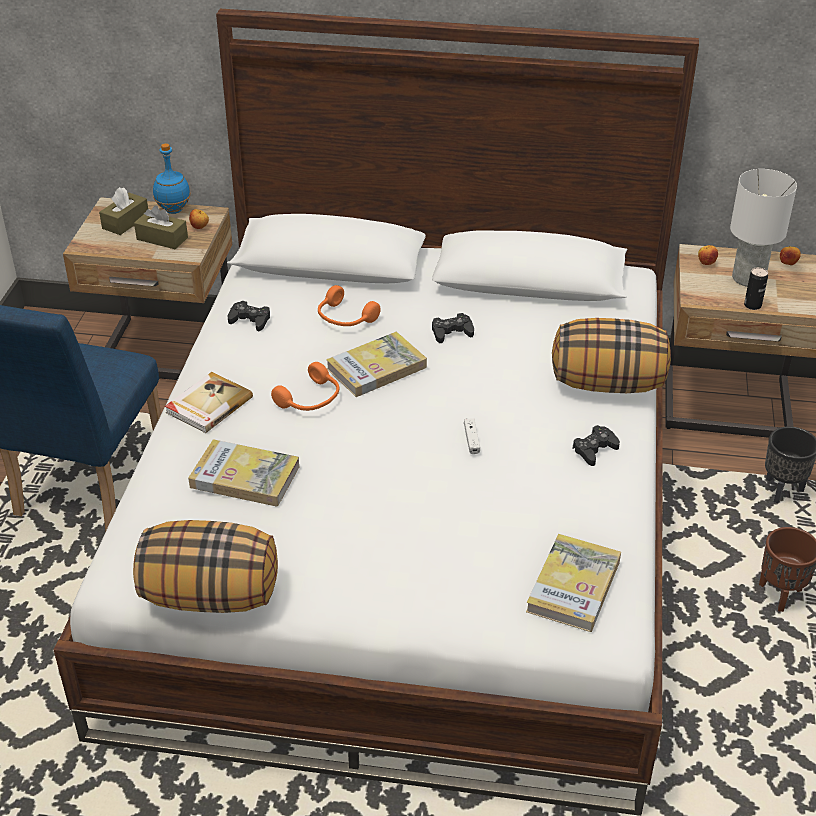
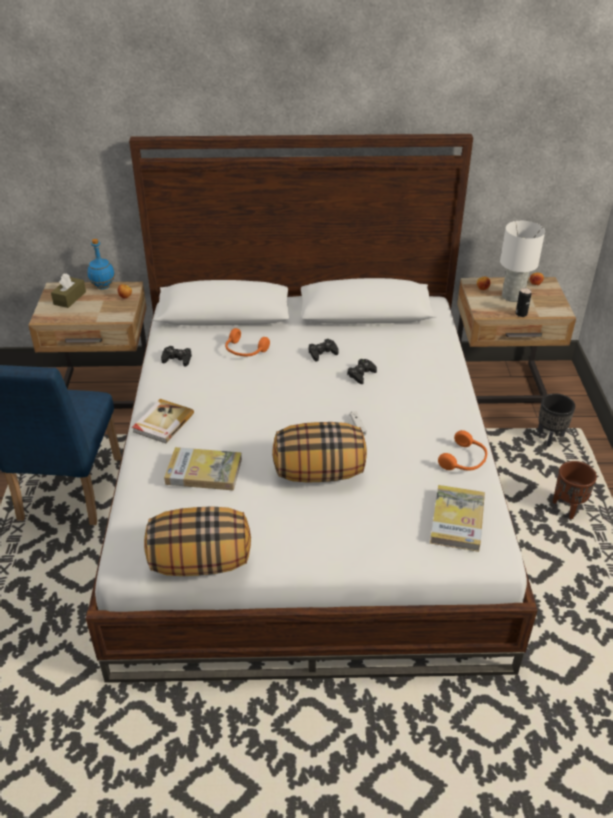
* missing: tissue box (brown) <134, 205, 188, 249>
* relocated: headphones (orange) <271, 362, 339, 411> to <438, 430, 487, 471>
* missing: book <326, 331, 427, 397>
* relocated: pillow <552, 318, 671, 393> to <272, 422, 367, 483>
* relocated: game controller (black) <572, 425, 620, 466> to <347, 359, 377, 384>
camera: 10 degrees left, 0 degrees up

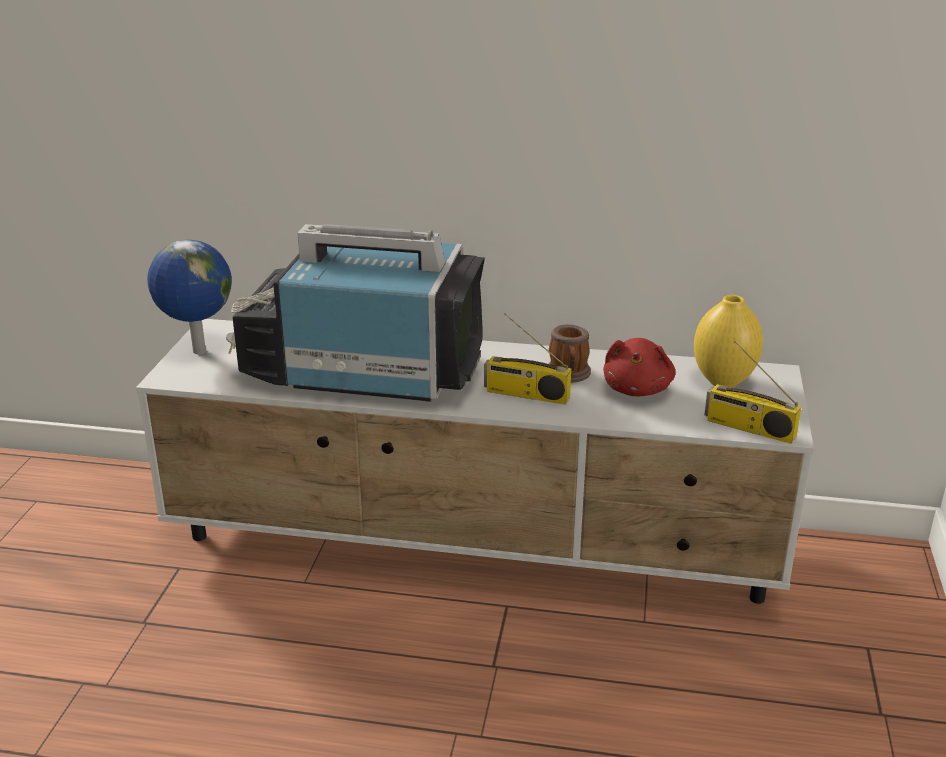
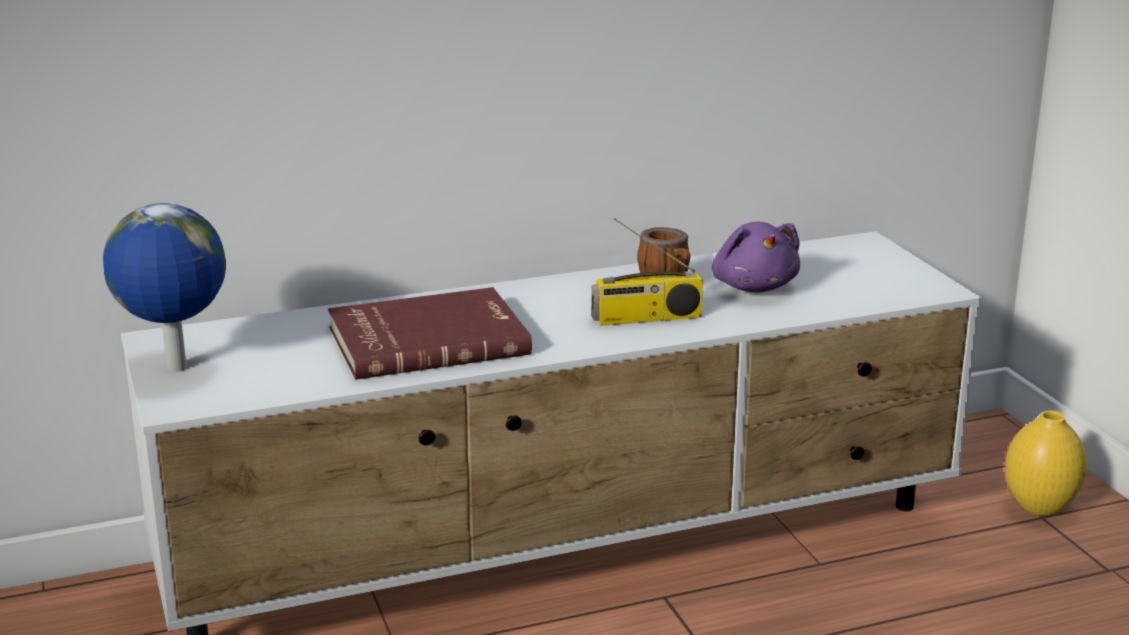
* exchanged: television <226, 224, 485, 402> to book (red) <328, 287, 532, 380>
* colour: plush toy (red) <603, 338, 676, 396> to plush toy (purple) <712, 222, 800, 293>
* relocated: vase (yellow) <694, 295, 763, 388> to <1006, 411, 1087, 516>
* missing: radio <705, 341, 801, 444>
camera: 30 degrees left, 5 degrees down

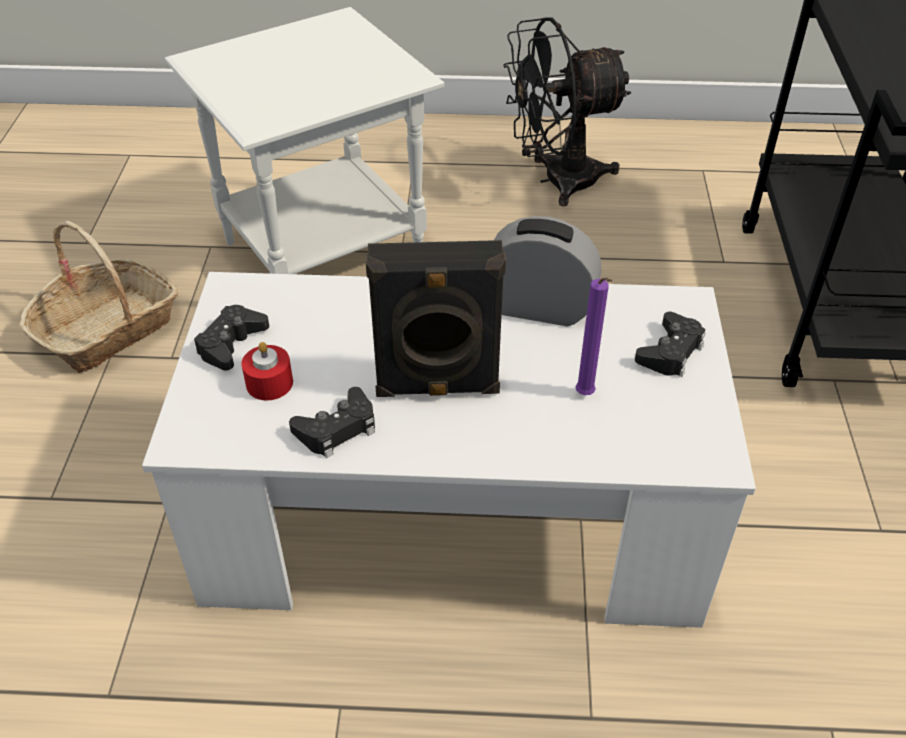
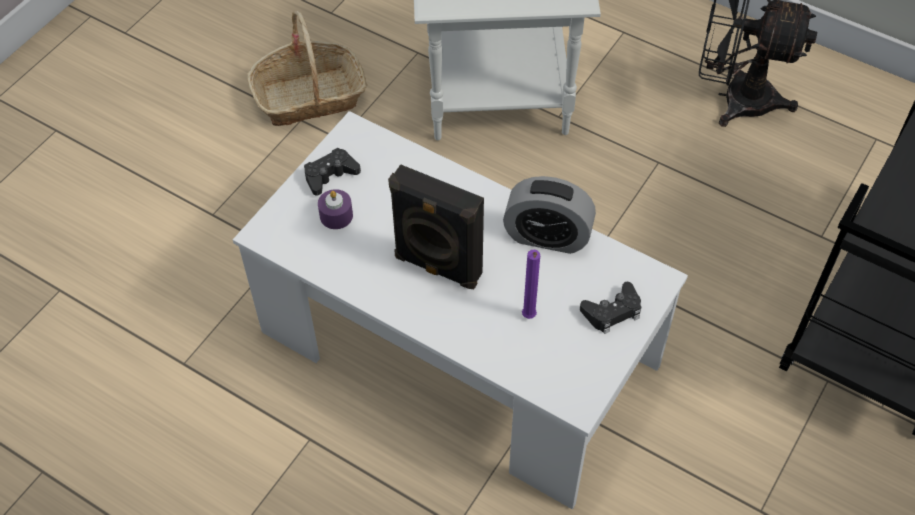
* colour: candle (red) <241, 342, 293, 400> to candle (purple) <318, 189, 353, 229>
* missing: game controller (black) <289, 387, 375, 458>
* spun: alarm clock <494, 216, 601, 326> = <503, 176, 596, 254> 150 degrees clockwise
camera: 30 degrees right, 10 degrees up

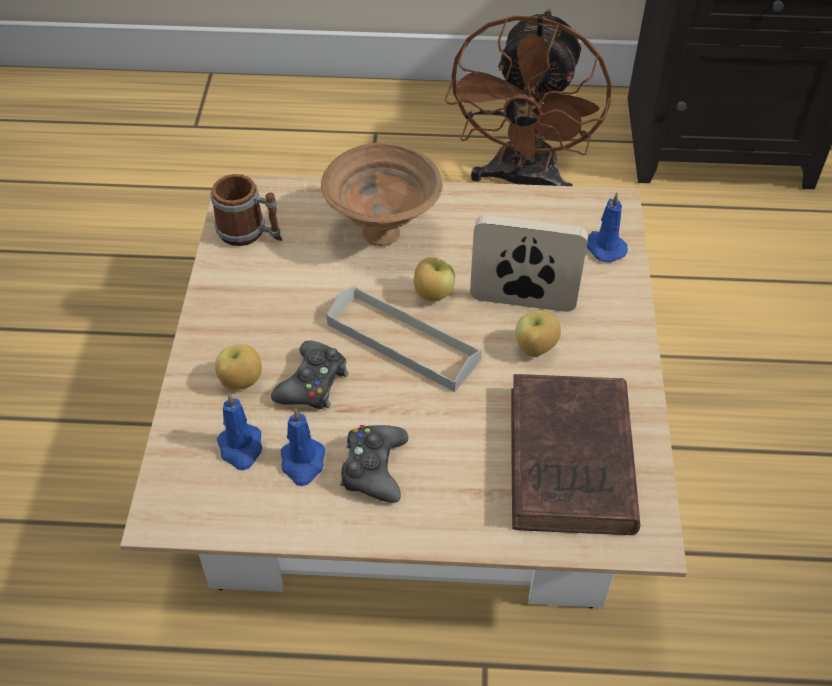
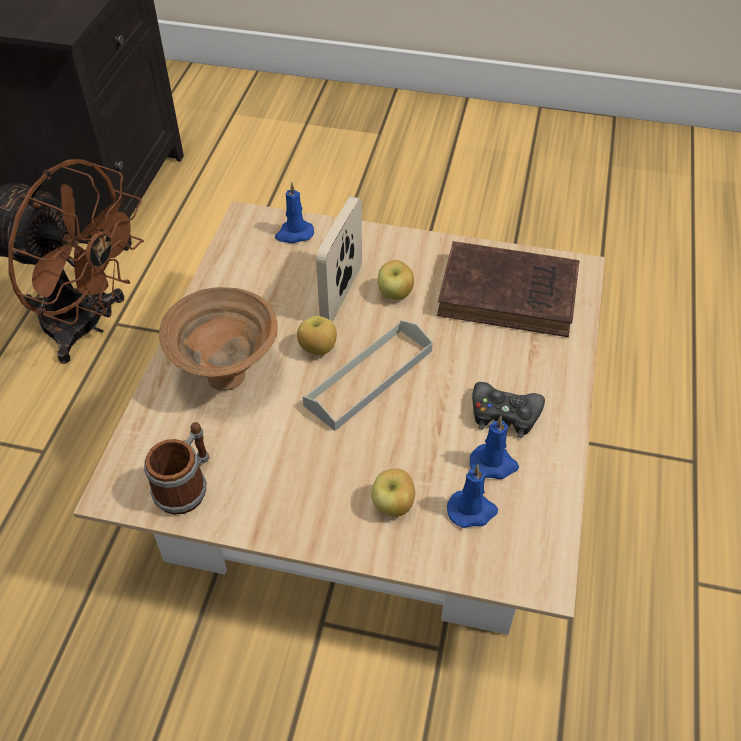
* missing: game controller (black) <271, 340, 349, 409>
camera: 80 degrees left, 0 degrees up

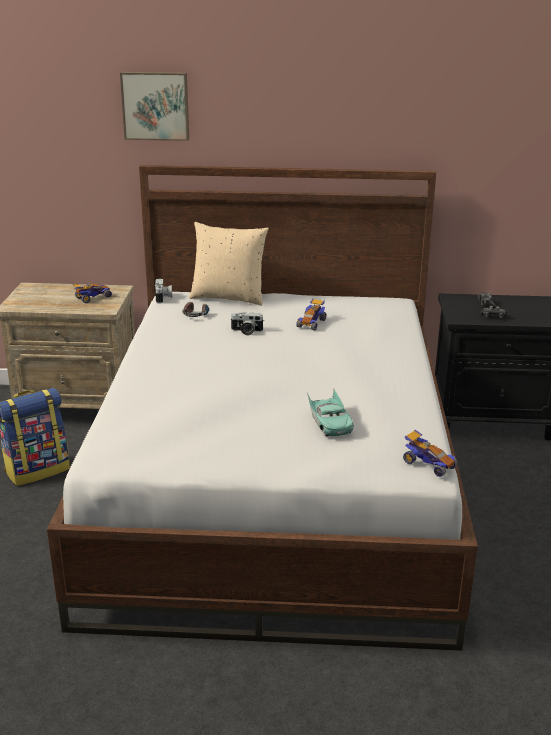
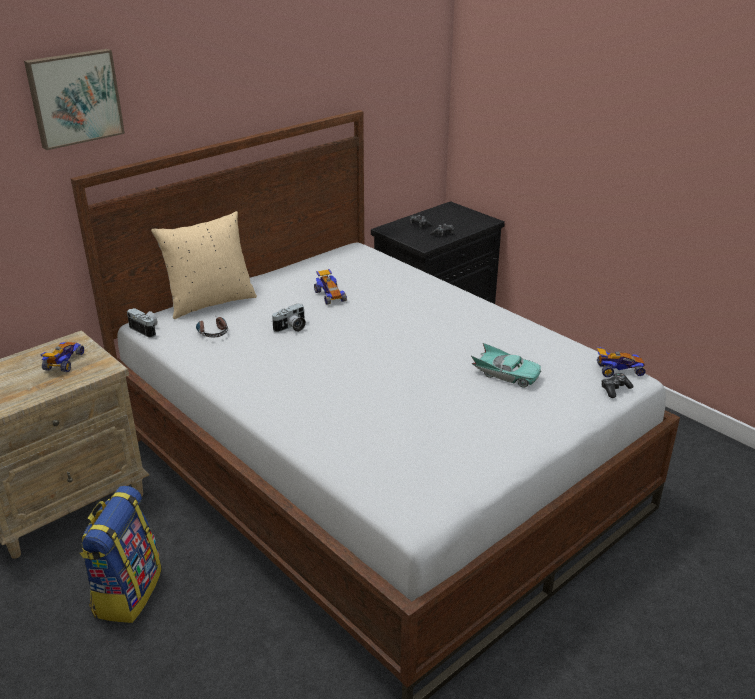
* appeared: game controller <601, 373, 634, 398>
camera: 45 degrees left, 5 degrees up

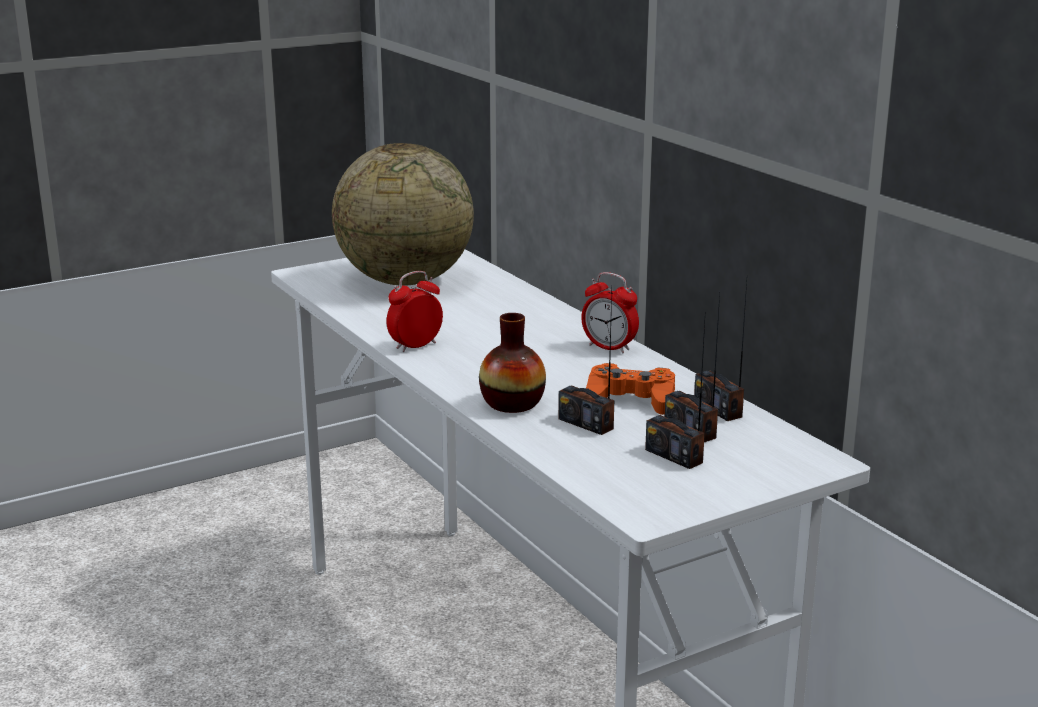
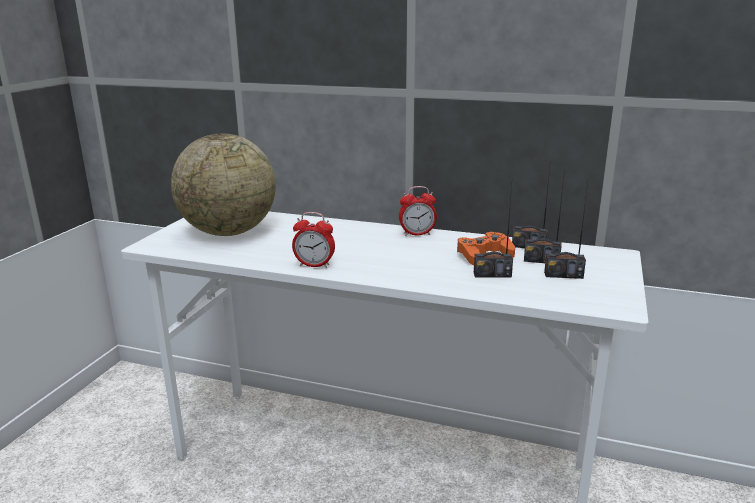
* spun: alarm clock <387, 271, 443, 352> = <292, 212, 335, 268> 90 degrees counterclockwise
* missing: vase <479, 313, 546, 413>
camera: 40 degrees left, 0 degrees up

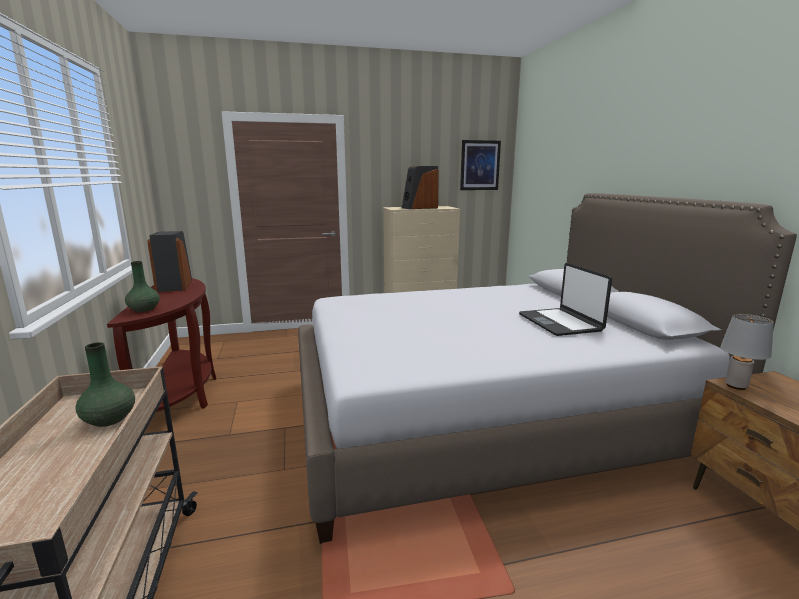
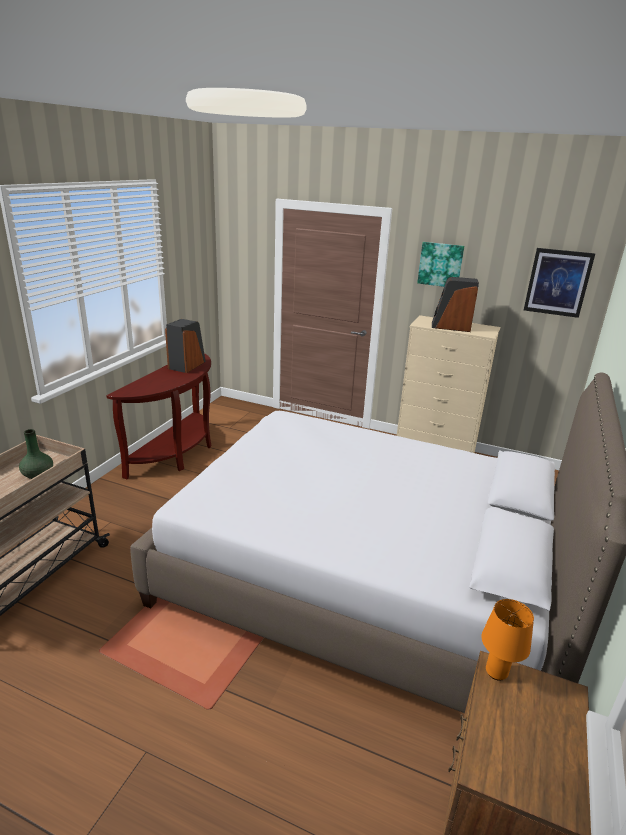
* missing: vase (green) <125, 261, 160, 312>
* missing: laptop <519, 263, 612, 336>
* colour: table lamp (grey) <720, 314, 774, 390> to table lamp (orange) <481, 599, 534, 681>
* appeared: picture <417, 242, 464, 287>
camera: 35 degrees right, 10 degrees up

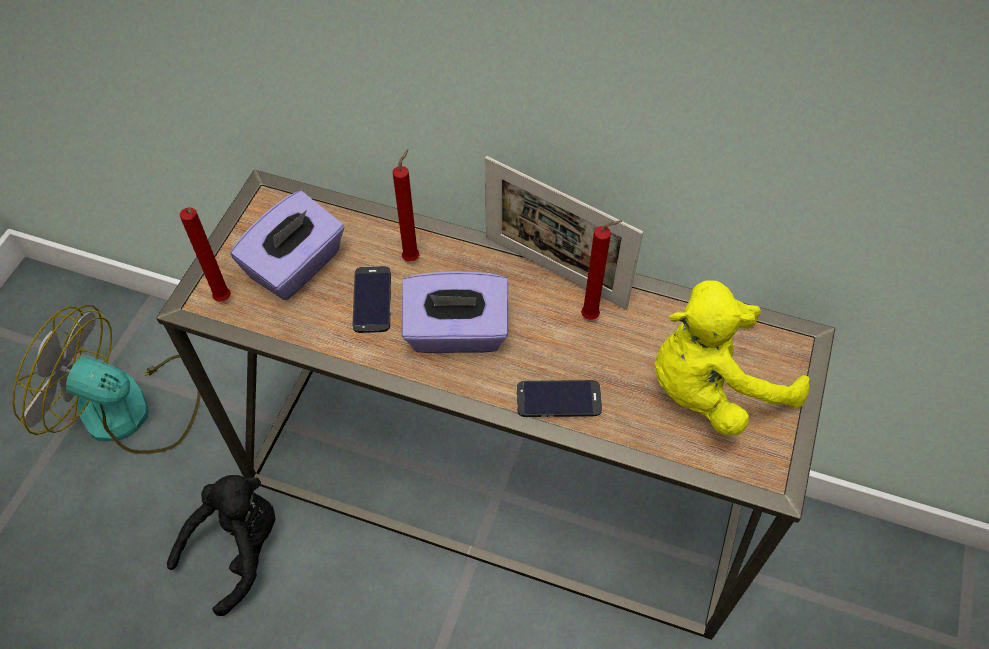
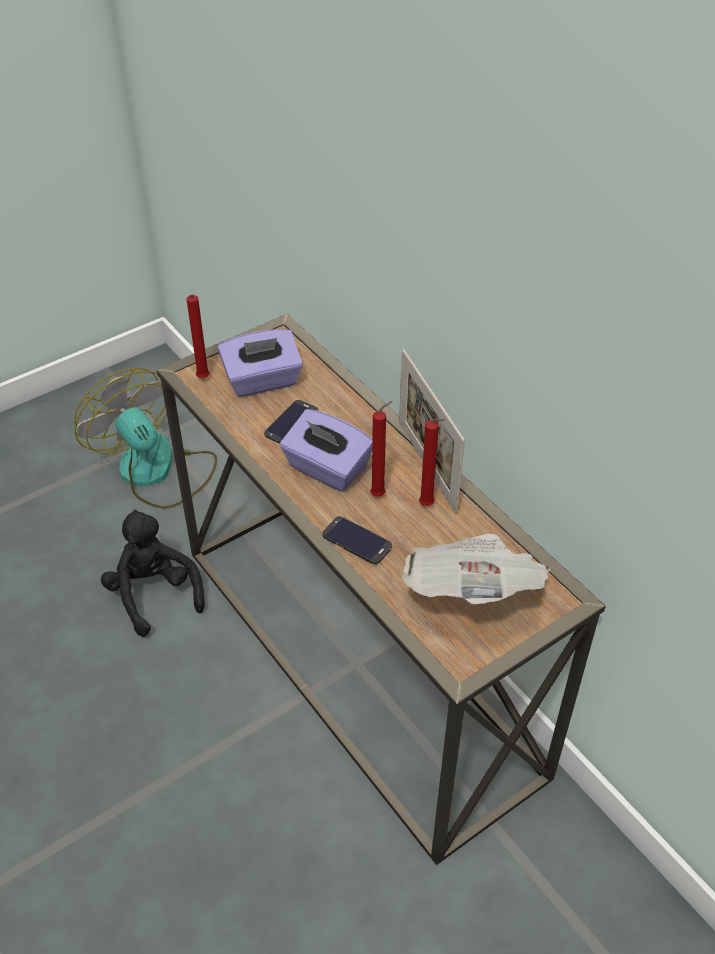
* spun: plush toy (black) <167, 475, 276, 616> = <101, 510, 205, 637> 105 degrees counterclockwise
* relocated: candle (red) <393, 149, 419, 262> to <370, 401, 392, 497>
* exchanged: plush toy (yellow) <655, 280, 810, 436> to newspaper <401, 534, 550, 604>
camera: 35 degrees right, 10 degrees down

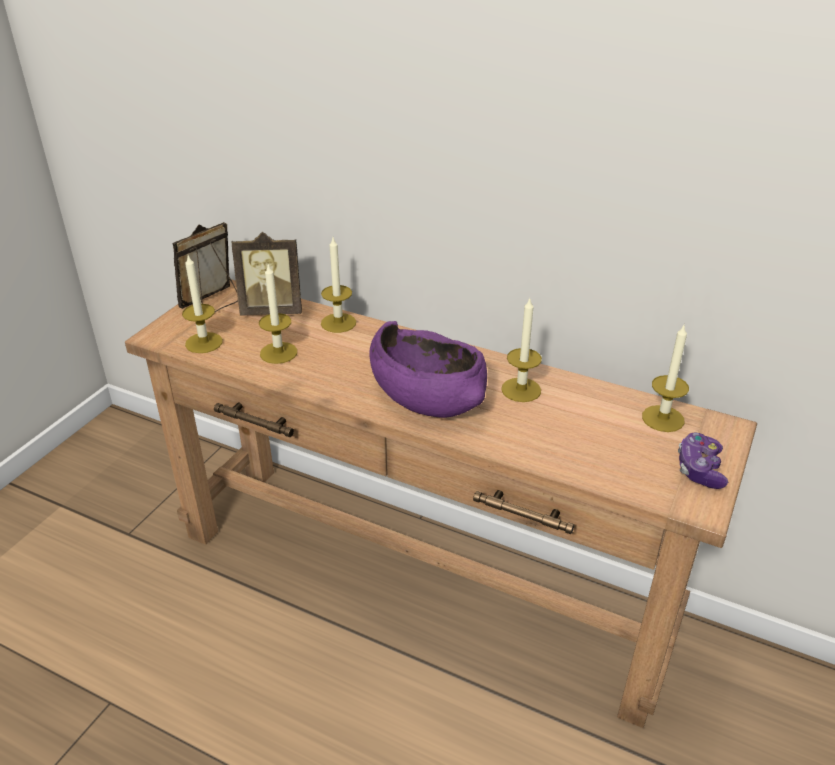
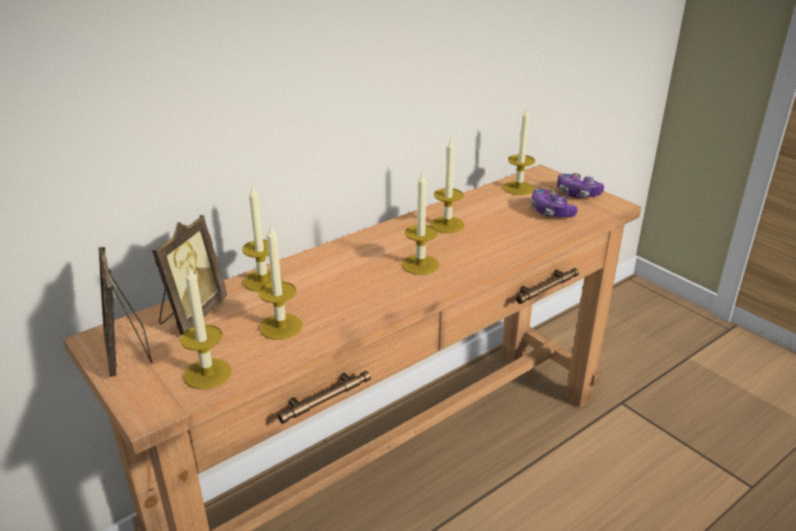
* exchanged: bowl (purple) <370, 321, 487, 418> to candle <402, 171, 440, 275>
* appeared: game controller <531, 189, 578, 218>
camera: 65 degrees left, 5 degrees down

